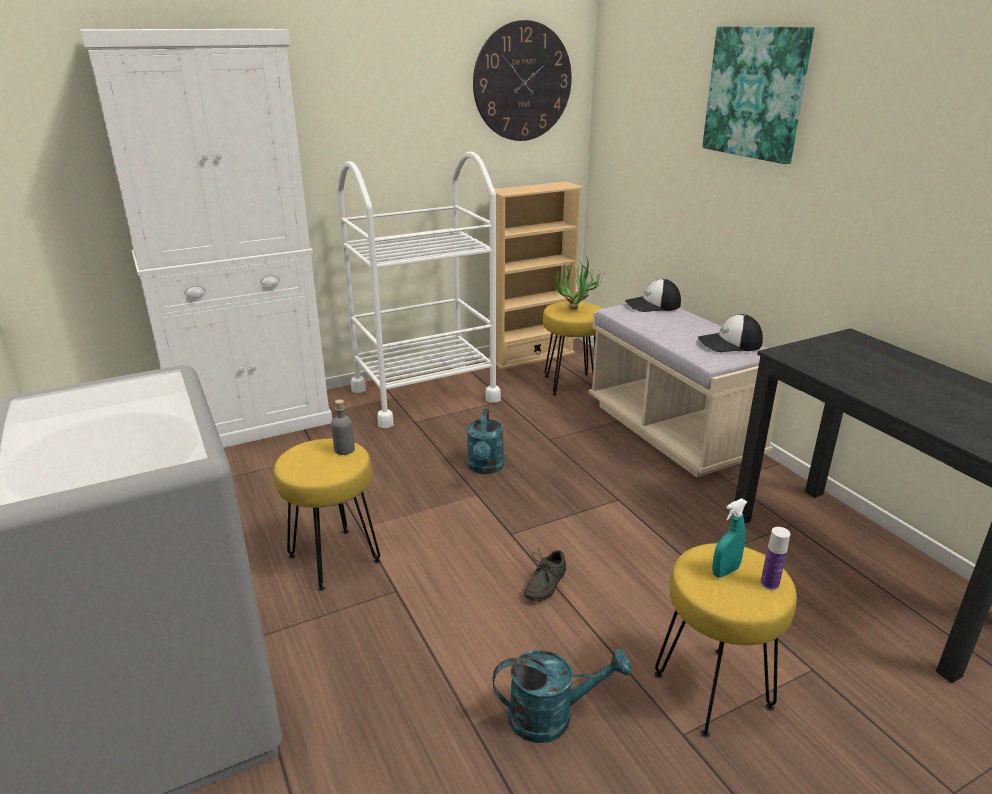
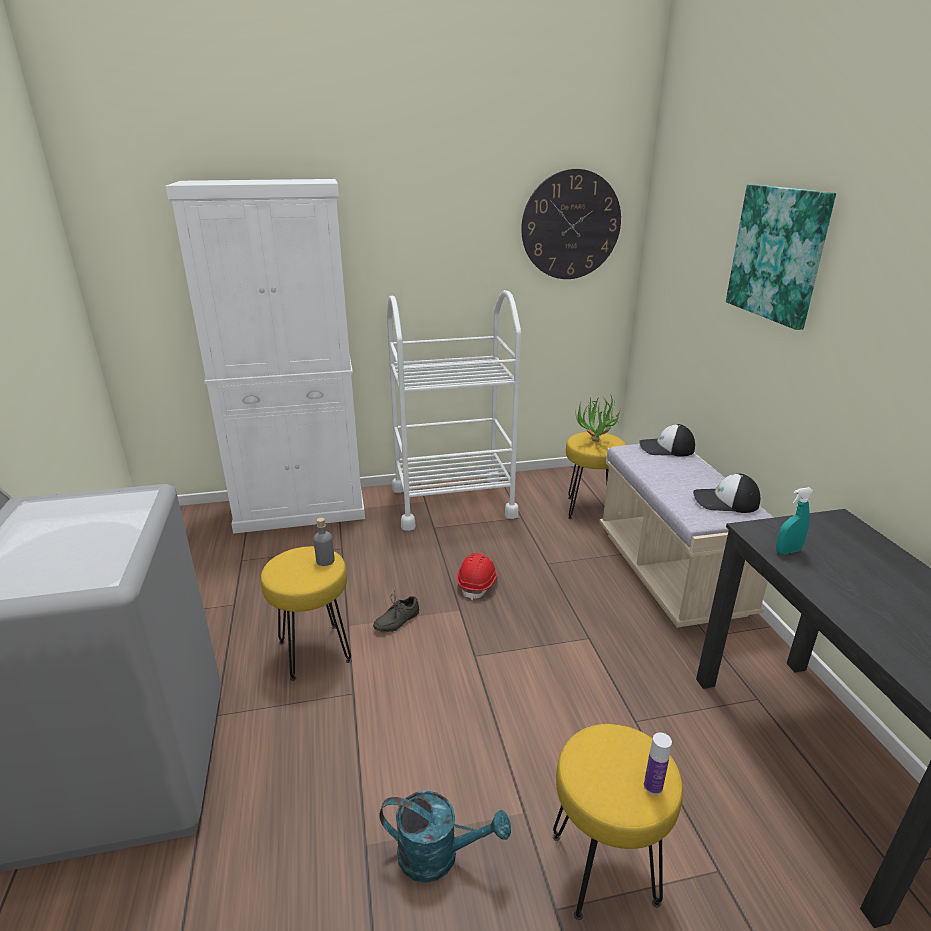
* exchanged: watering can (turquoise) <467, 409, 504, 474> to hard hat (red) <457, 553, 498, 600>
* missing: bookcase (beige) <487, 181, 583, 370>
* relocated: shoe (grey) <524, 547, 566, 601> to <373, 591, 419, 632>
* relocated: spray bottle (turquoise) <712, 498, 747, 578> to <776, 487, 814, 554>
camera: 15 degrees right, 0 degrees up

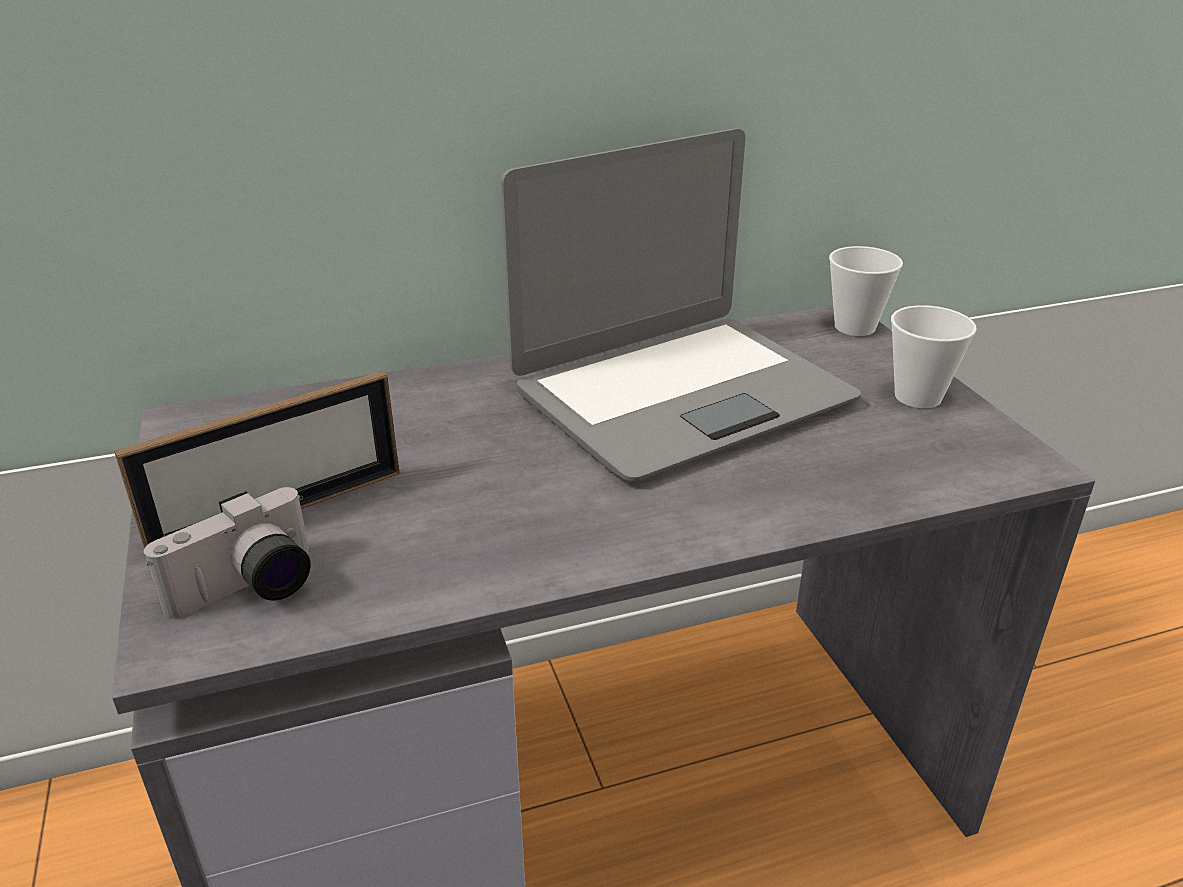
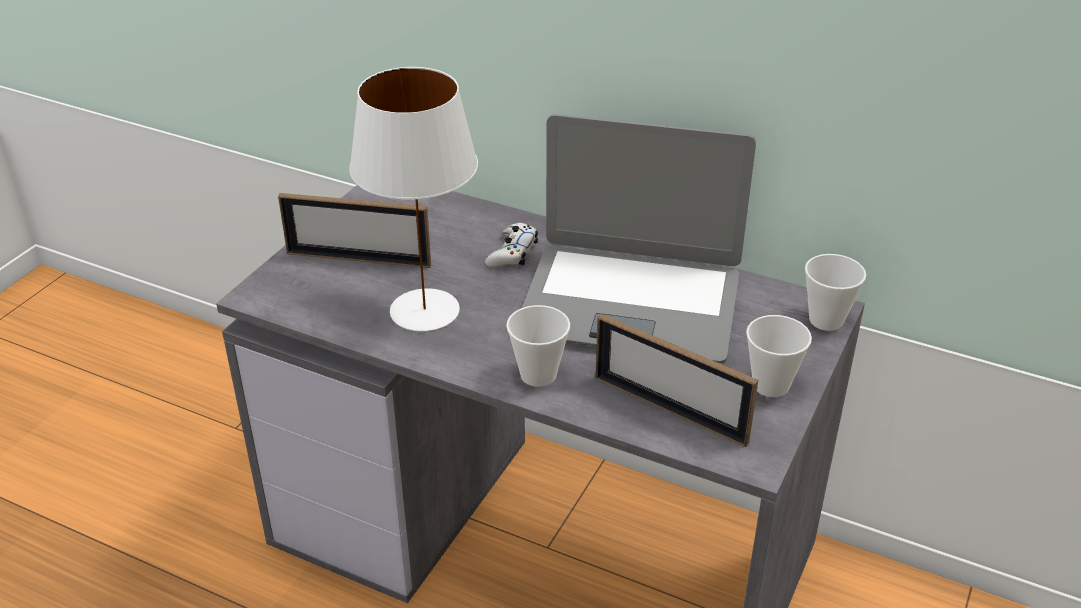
* missing: photo camera <144, 487, 311, 619>
* appeared: table lamp (white) <349, 67, 478, 332>
* appeared: game controller (white) <485, 223, 538, 267>
* appeared: cup <506, 305, 570, 387>
* appeared: picture frame <595, 313, 758, 447>
camera: 45 degrees right, 5 degrees up

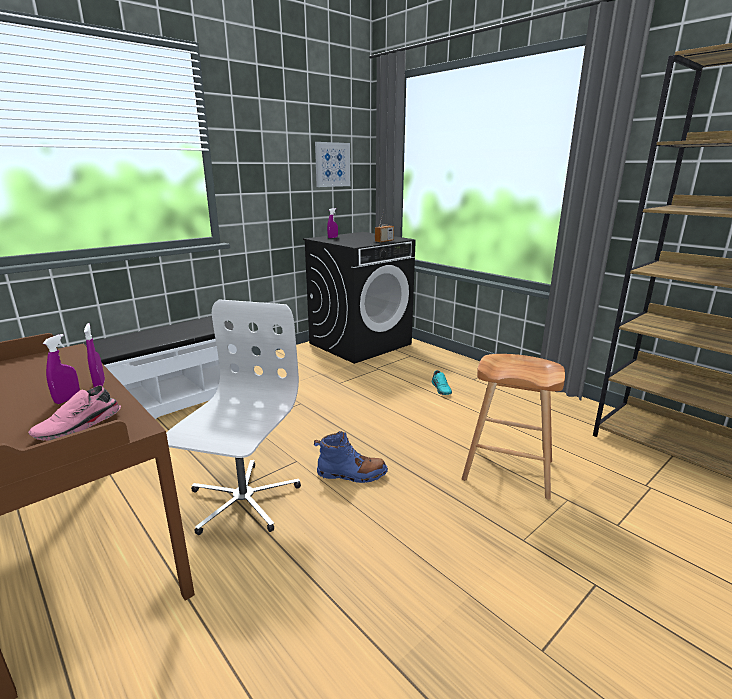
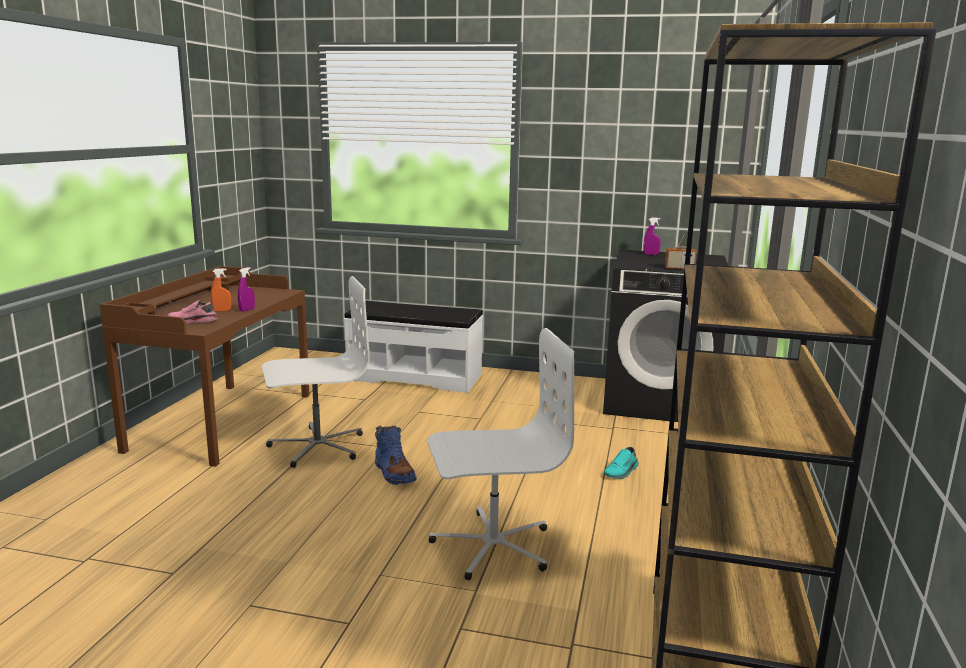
* colour: spray bottle (purple) <43, 334, 80, 404> to spray bottle (orange) <211, 268, 231, 312>
* missing: picture <315, 142, 350, 187>
* exchanged: stool (brown) <462, 354, 565, 500> to office chair (white) <427, 328, 574, 581>
camera: 55 degrees right, 5 degrees down

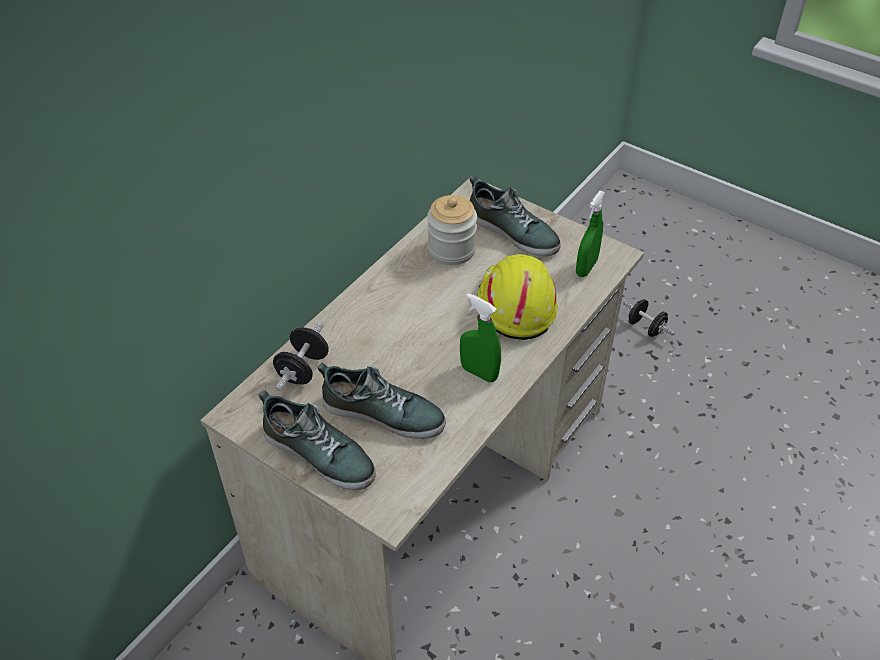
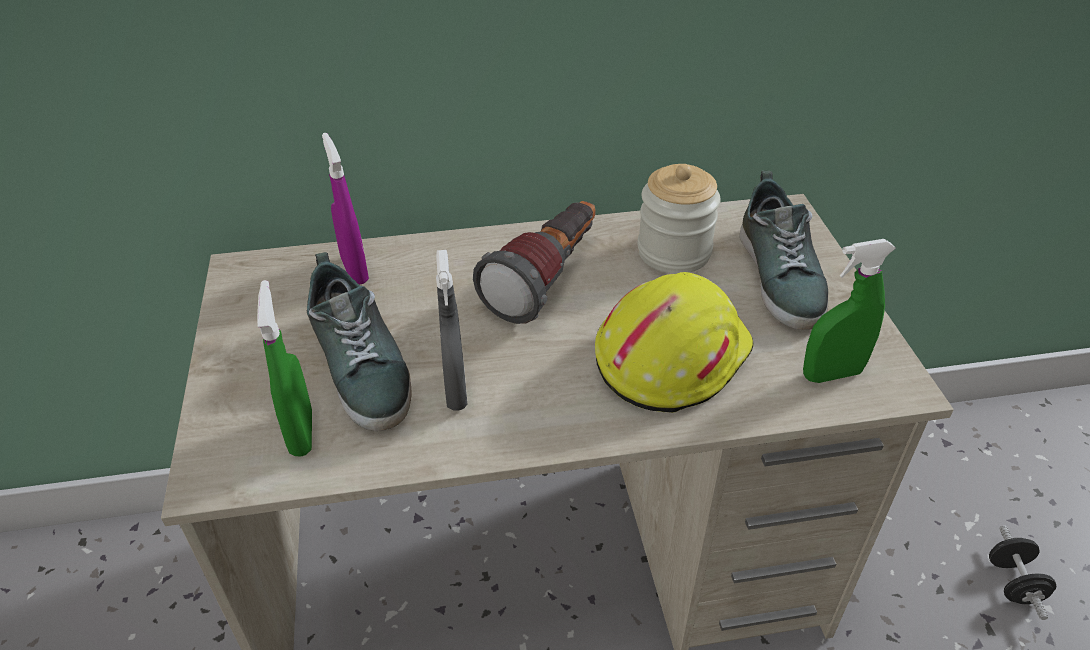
* missing: shoe <259, 390, 376, 490>
* exchanged: dumbbell (black) <273, 322, 329, 391> to spray bottle (purple) <322, 133, 369, 285>
* relocated: spray bottle (green) <460, 293, 501, 382> to <257, 280, 312, 456>
* appeared: spray bottle (grey) <436, 250, 468, 411>
* appeared: flashlight <473, 201, 596, 324>
camera: 45 degrees right, 5 degrees down

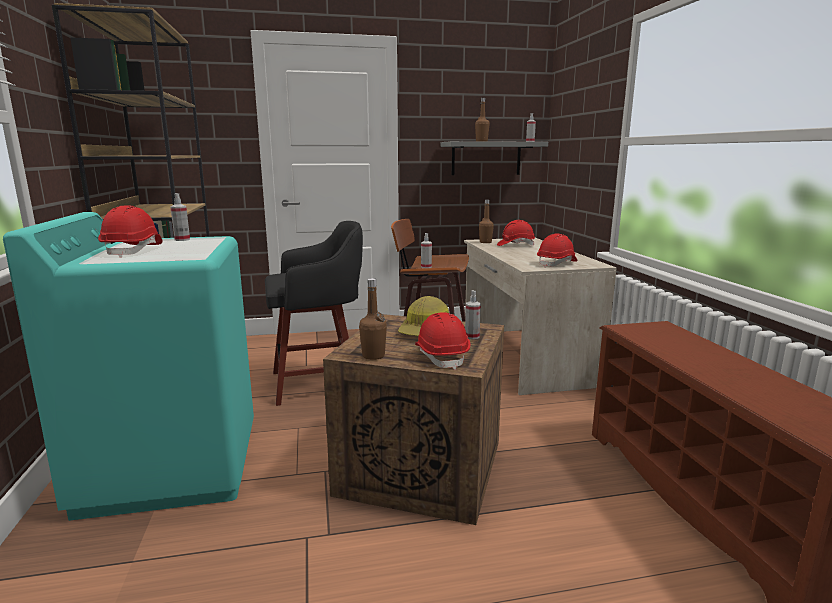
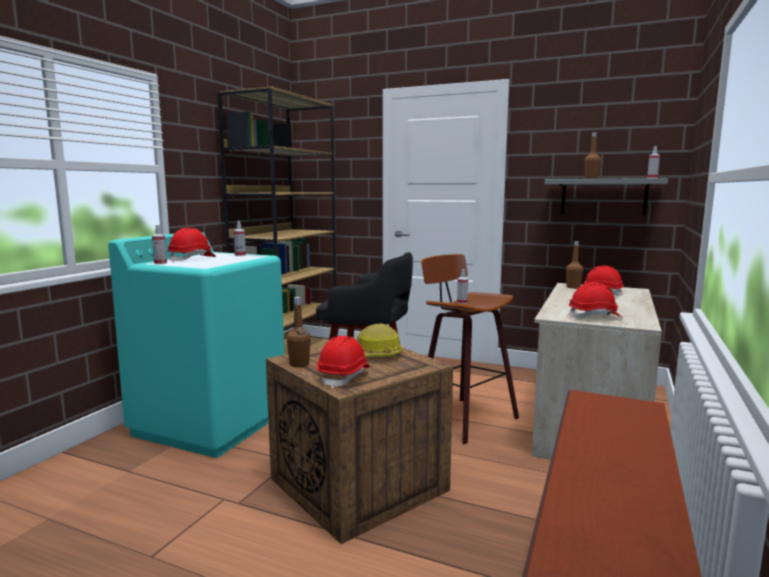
* relocated: spray bottle <465, 290, 481, 339> to <152, 225, 167, 264>
camera: 35 degrees right, 5 degrees down

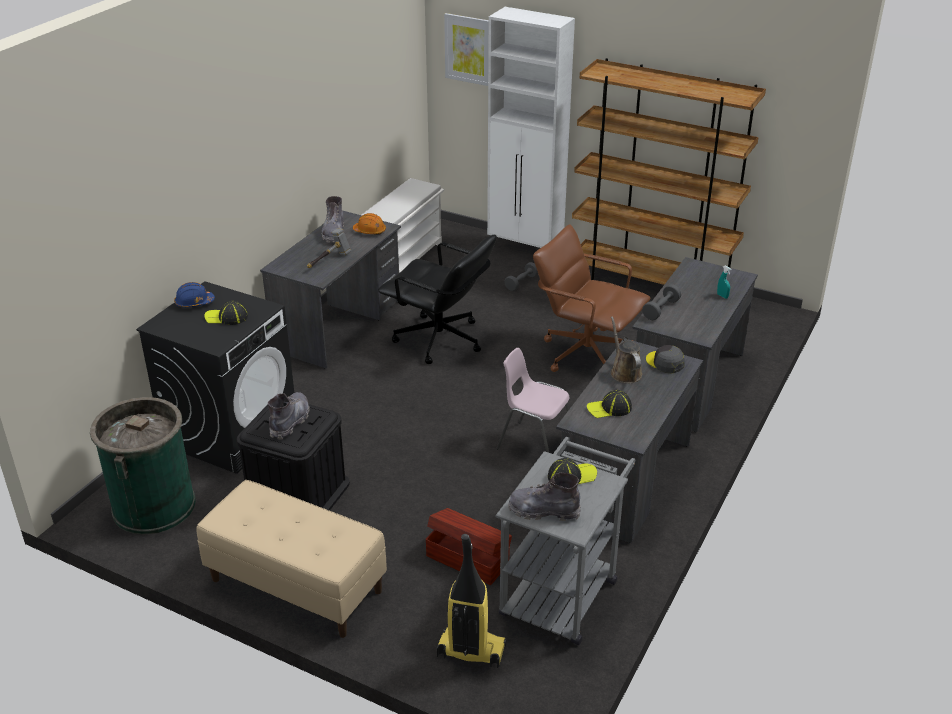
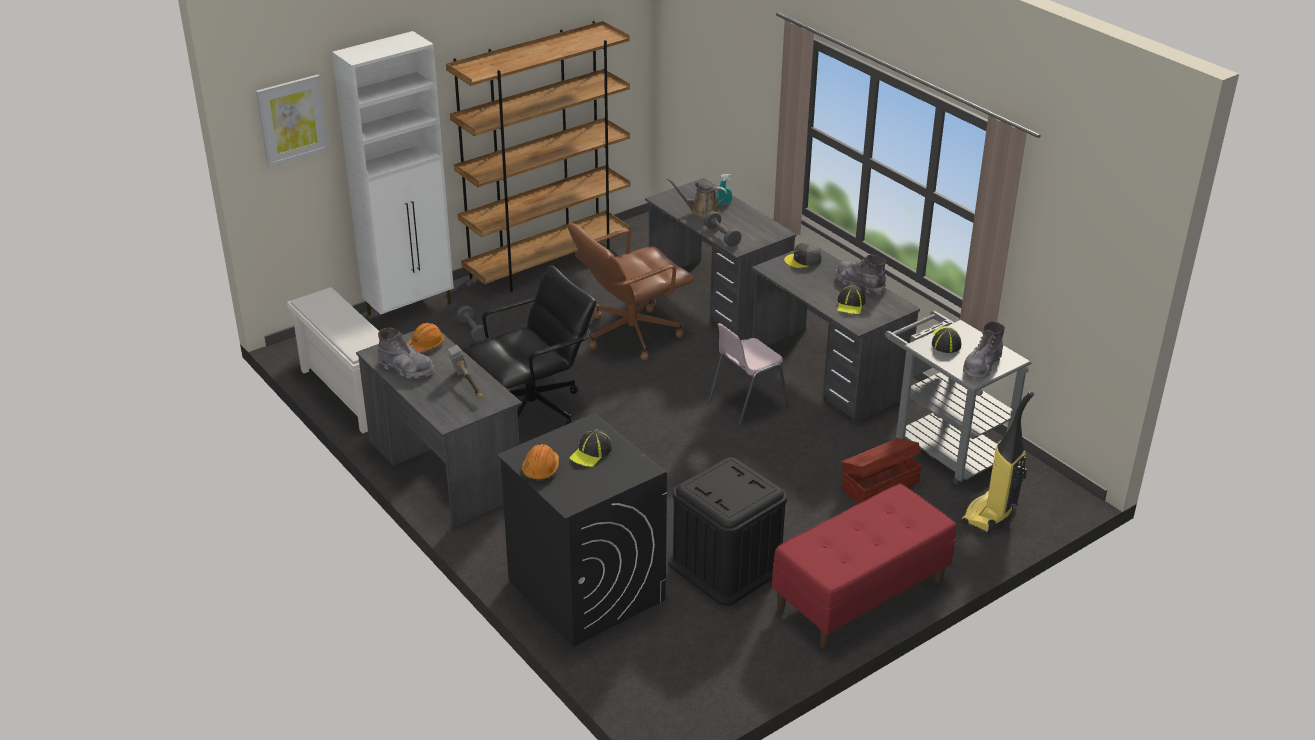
* missing: trash can (green) <90, 397, 196, 535>
* colour: hard hat (blue) <174, 282, 215, 307> to hard hat (orange) <522, 444, 559, 481>
* colour: bench (beige) <197, 480, 387, 638> to bench (red) <772, 484, 956, 649>
* relocated: boot (grey) <268, 392, 310, 439> to <836, 255, 886, 295>
* relocated: watering can (brown) <611, 316, 642, 383> to <666, 178, 727, 219>
camera: 65 degrees left, 0 degrees up

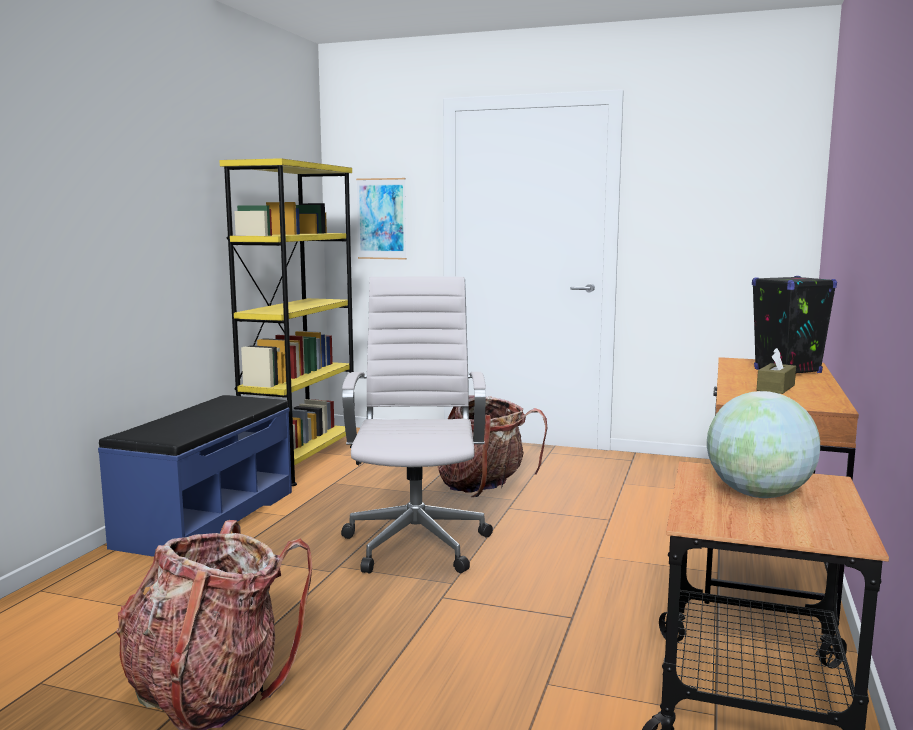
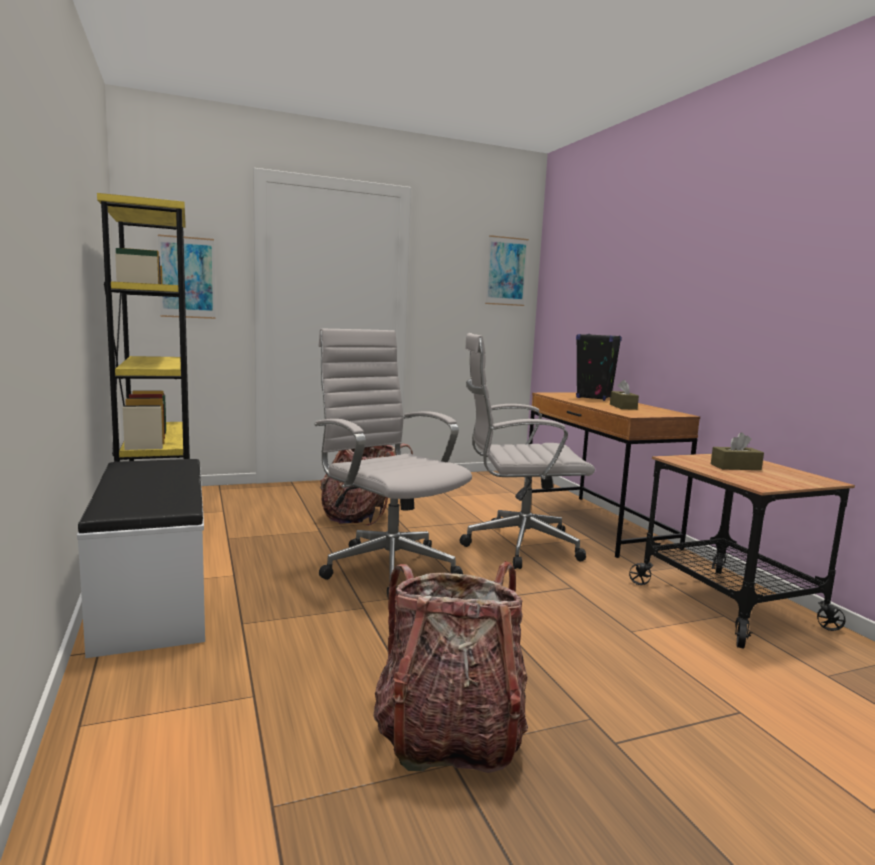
* colour: bench (blue) <98, 395, 292, 557> to bench (white) <77, 459, 205, 658>
* exchanged: globe <707, 391, 820, 498> to tissue box (brown) <711, 432, 764, 470>
* appeared: office chair (white) <460, 333, 595, 569>
* appeared: picture <485, 235, 529, 306>
camera: 40 degrees left, 0 degrees up

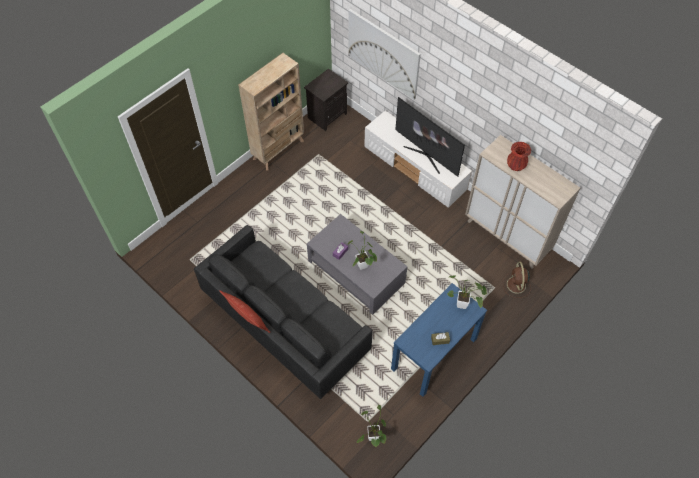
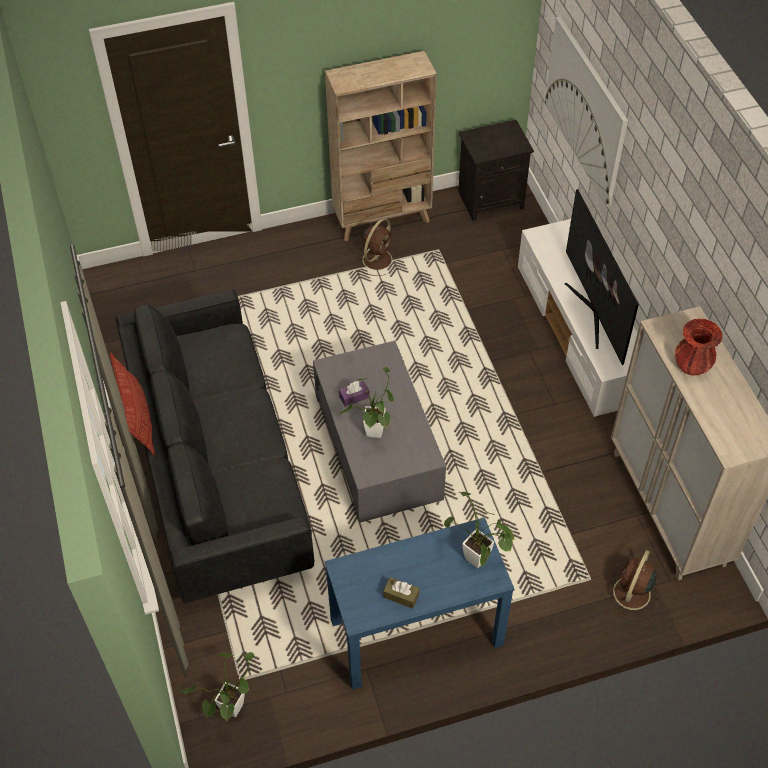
* appeared: fan (brown) <357, 218, 400, 276>
camera: 30 degrees right, 5 degrees down

